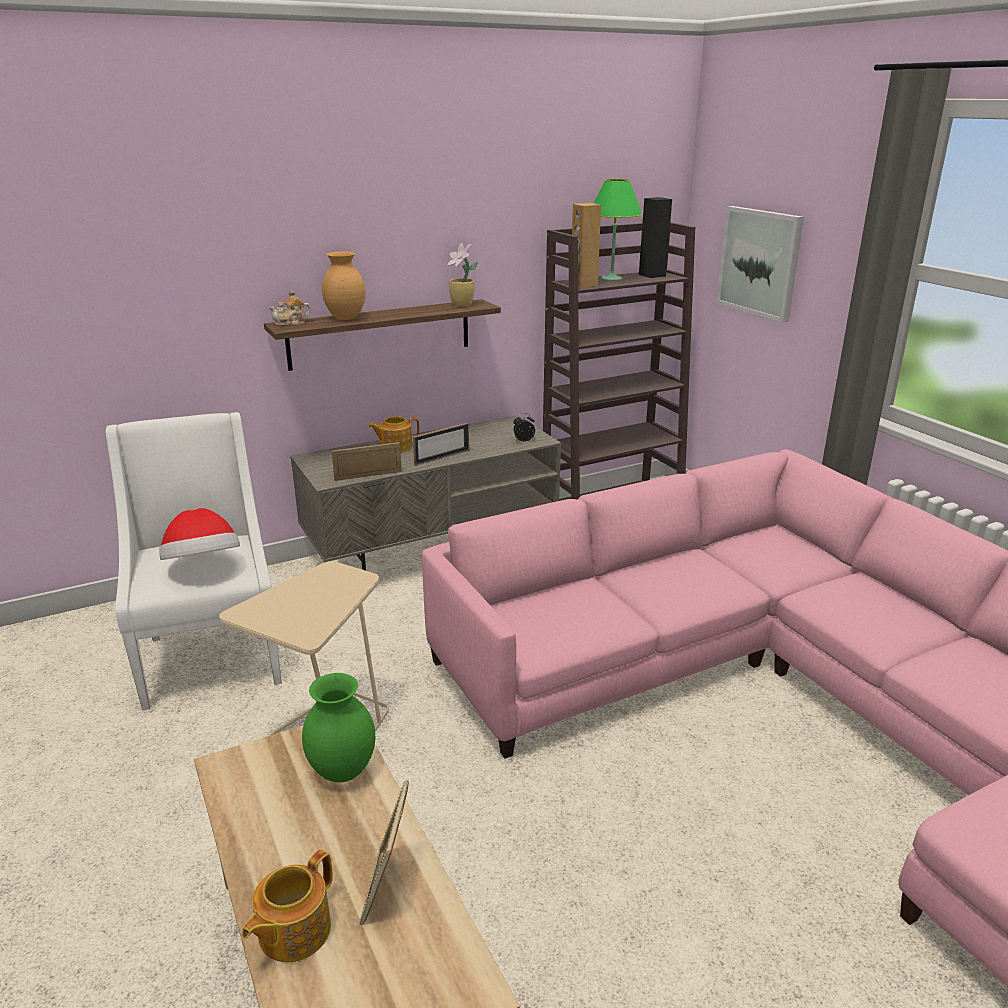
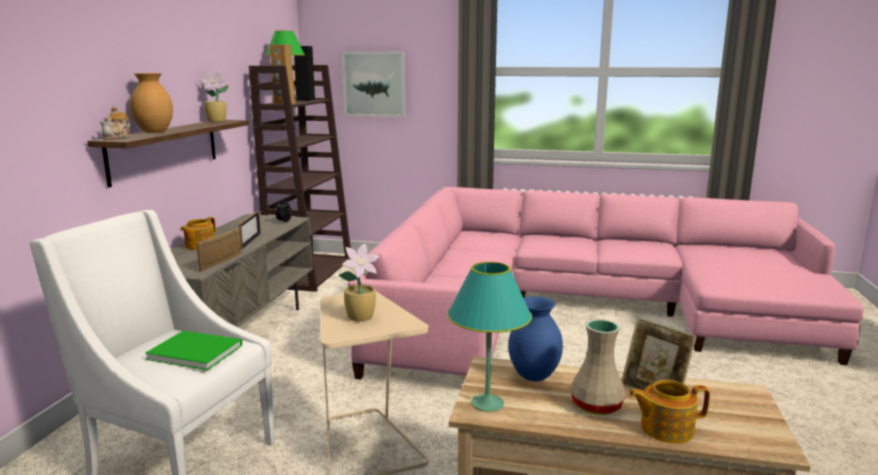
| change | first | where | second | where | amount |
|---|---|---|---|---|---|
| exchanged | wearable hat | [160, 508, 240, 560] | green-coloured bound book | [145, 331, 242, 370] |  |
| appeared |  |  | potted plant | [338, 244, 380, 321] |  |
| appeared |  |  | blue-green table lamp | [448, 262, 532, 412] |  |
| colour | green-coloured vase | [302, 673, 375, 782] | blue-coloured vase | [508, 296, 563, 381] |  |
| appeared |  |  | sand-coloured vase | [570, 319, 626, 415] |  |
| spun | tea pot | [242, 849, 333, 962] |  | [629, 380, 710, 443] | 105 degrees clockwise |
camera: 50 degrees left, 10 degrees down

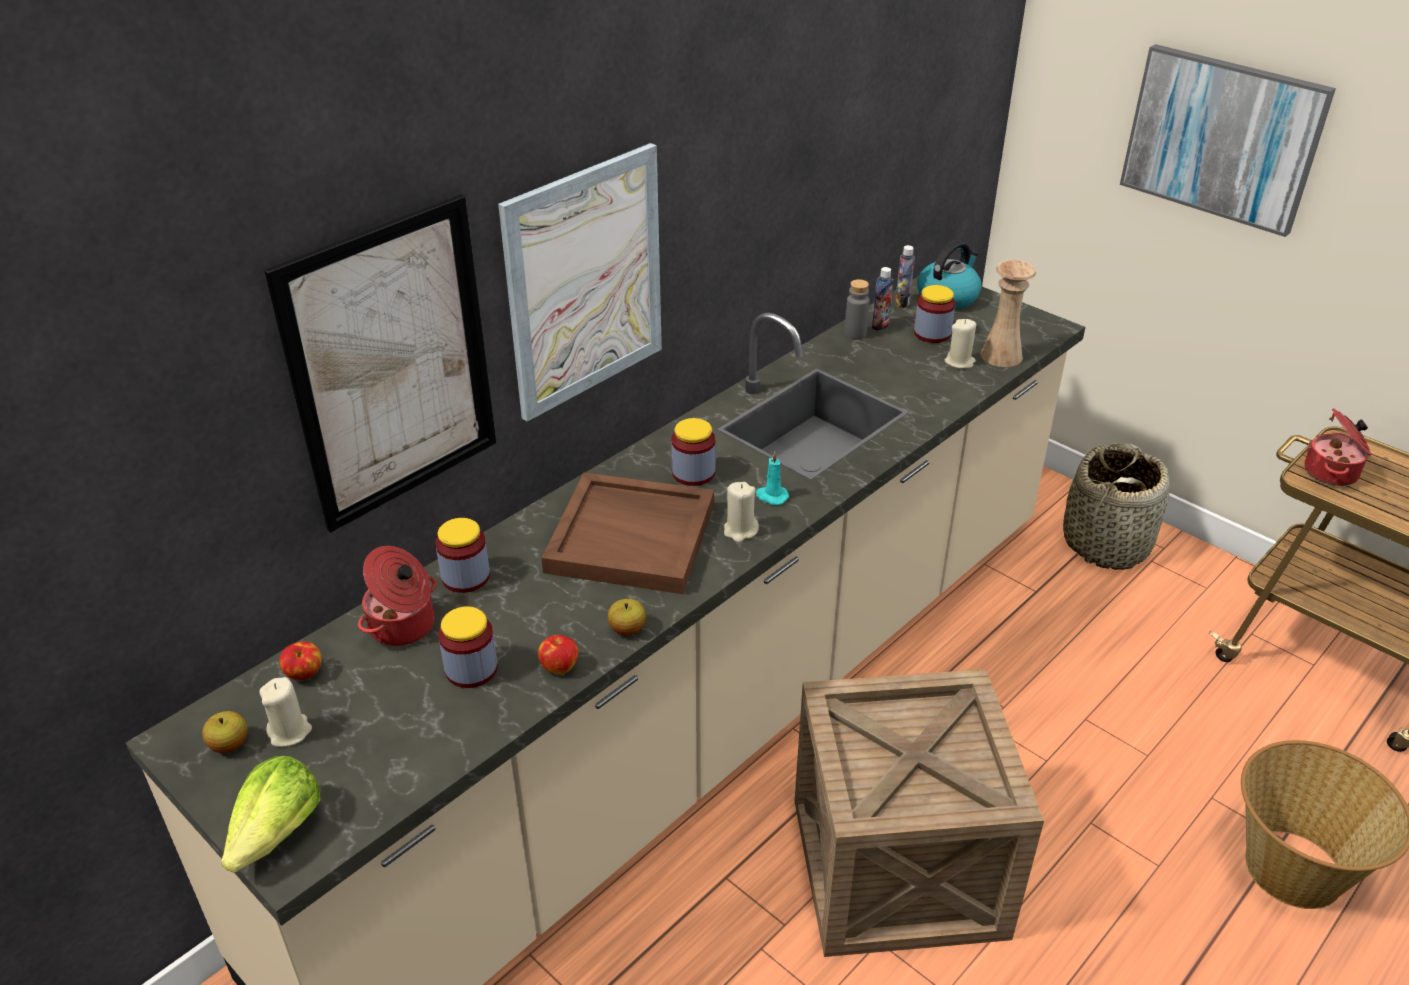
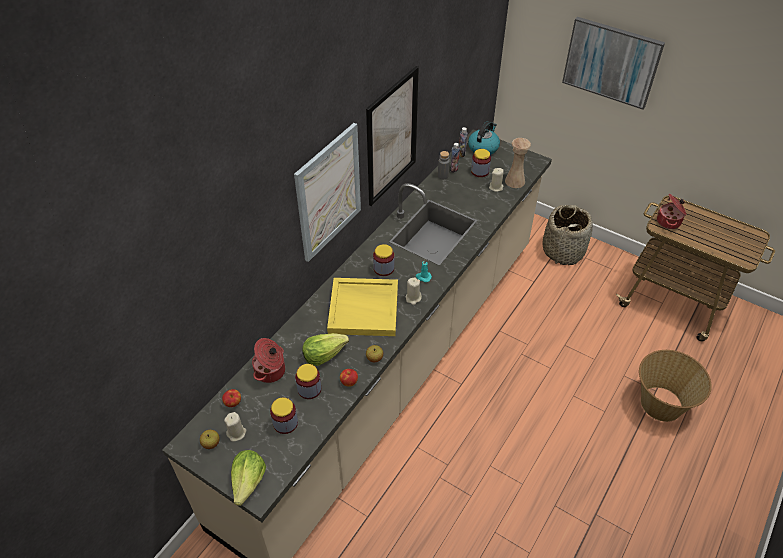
| change | first | where | second | where | amount |
|---|---|---|---|---|---|
| relocated | preserve jar | [436, 518, 490, 593] |  | [270, 397, 298, 434] |  |
| appeared |  |  | head of lettuce | [302, 333, 349, 366] |  |
| colour | brown tray | [542, 473, 714, 594] | yellowish tray | [327, 278, 398, 336] |  |
| relocated | wall art | [264, 194, 497, 533] |  | [366, 66, 419, 206] |  |
| missing | packing crate | [794, 669, 1044, 957] |  |  |  |
camera: 10 degrees left, 10 degrees up

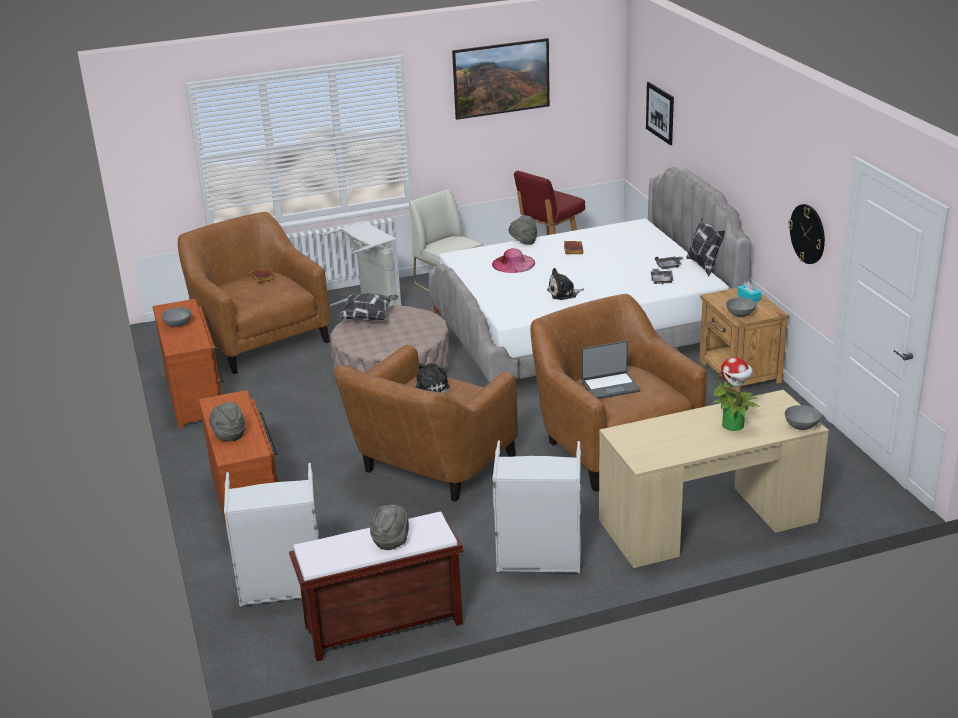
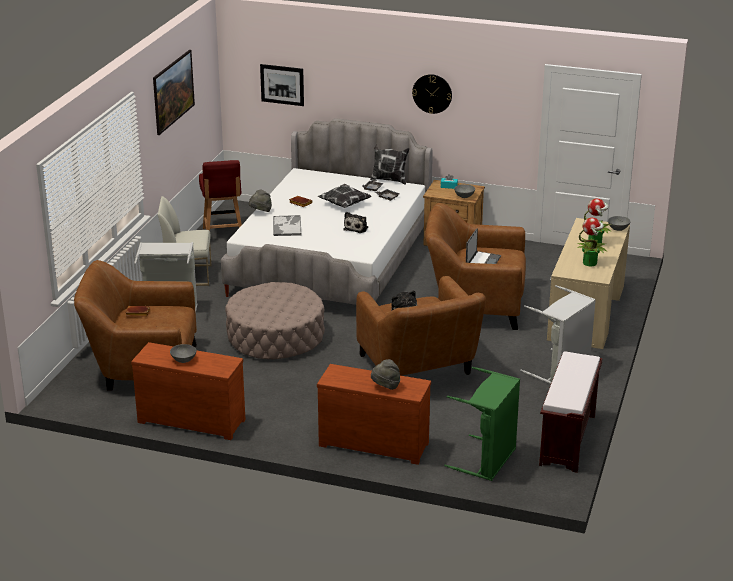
| change | first | where | second | where | amount |
|---|---|---|---|---|---|
| exchanged | pink-coloured wearable hat | [492, 248, 535, 273] | tray | [273, 215, 302, 236] |  |
| relocated | throw pillow | [336, 293, 398, 320] |  | [318, 184, 371, 208] |  |
| relocated | hanging clock | [788, 204, 825, 264] |  | [412, 74, 452, 114] |  |
| colour | greyish hamper | [224, 463, 319, 606] | green-coloured hamper | [444, 367, 520, 481] |  |
| appeared |  |  | potted plant | [577, 217, 606, 266] |  |
| missing | greyish wearable hat | [370, 504, 409, 550] |  |  |  |
camera: 55 degrees left, 0 degrees up

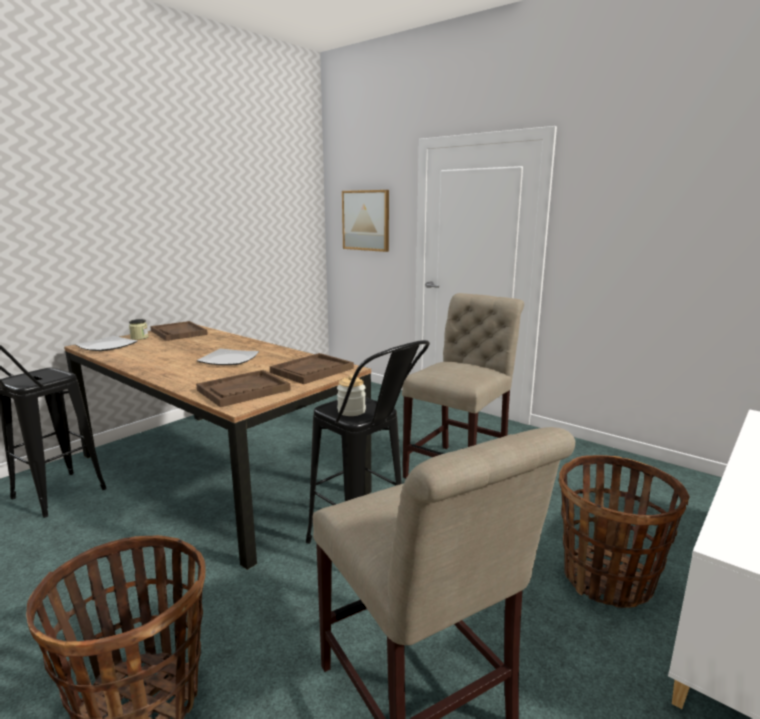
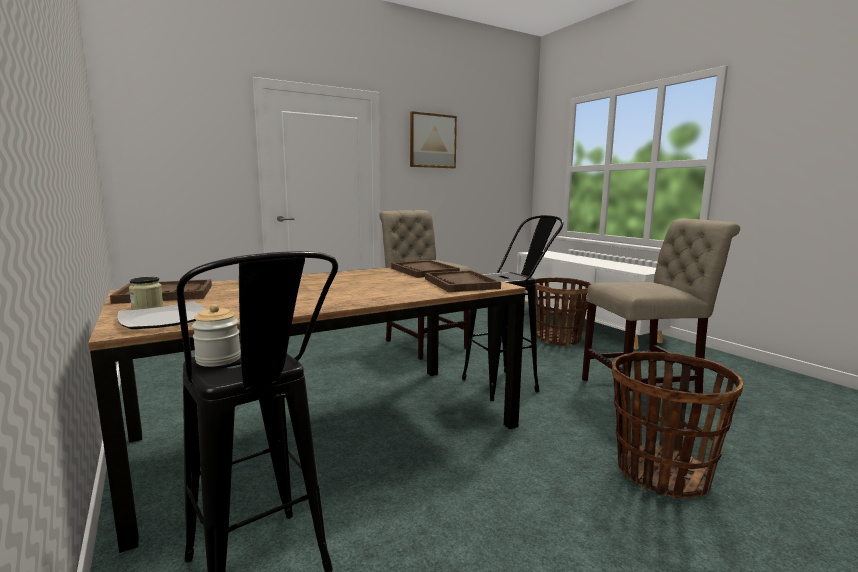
| change | first | where | second | where | amount |
|---|---|---|---|---|---|
| relocated | preserve jar | [337, 375, 366, 416] |  | [192, 304, 241, 367] |  |
| relocated | wall art | [342, 190, 389, 252] |  | [410, 111, 457, 168] |  |
| missing | dinner plate | [197, 349, 259, 365] |  |  |  |
camera: 70 degrees left, 5 degrees down

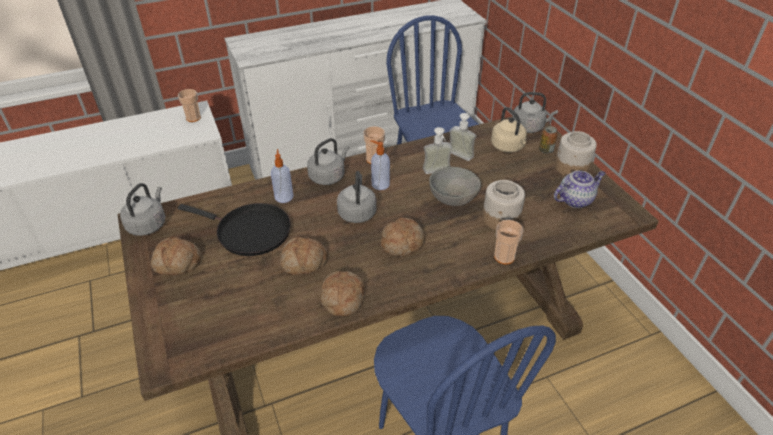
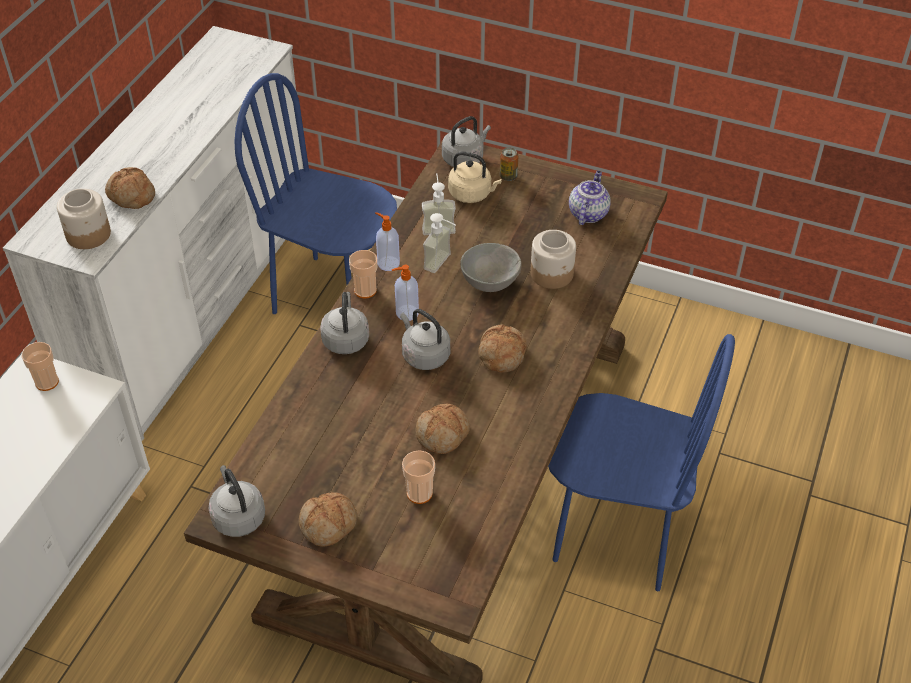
| change | first | where | second | where | amount |
|---|---|---|---|---|---|
| relocated | preserve jar | [555, 131, 597, 176] |  | [57, 189, 111, 249] |  |
| relocated | bakery bread | [321, 271, 365, 316] |  | [105, 167, 155, 209] |  |
| relocated | liquid soap bottle | [271, 149, 293, 203] |  | [375, 212, 400, 271] |  |
| relocated | cup | [494, 220, 523, 265] |  | [402, 450, 435, 504] |  |
| missing | black frying pan | [178, 203, 291, 256] |  |  |  |
camera: 45 degrees left, 5 degrees up

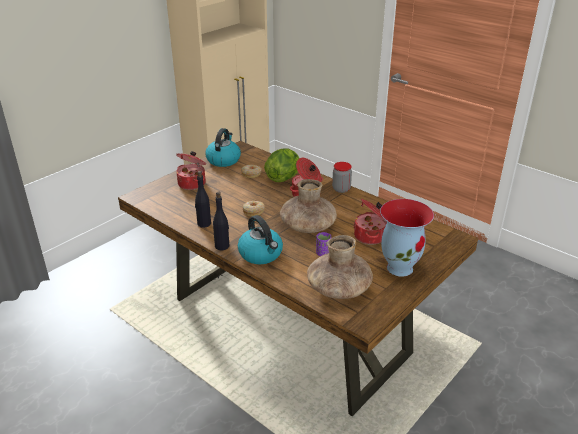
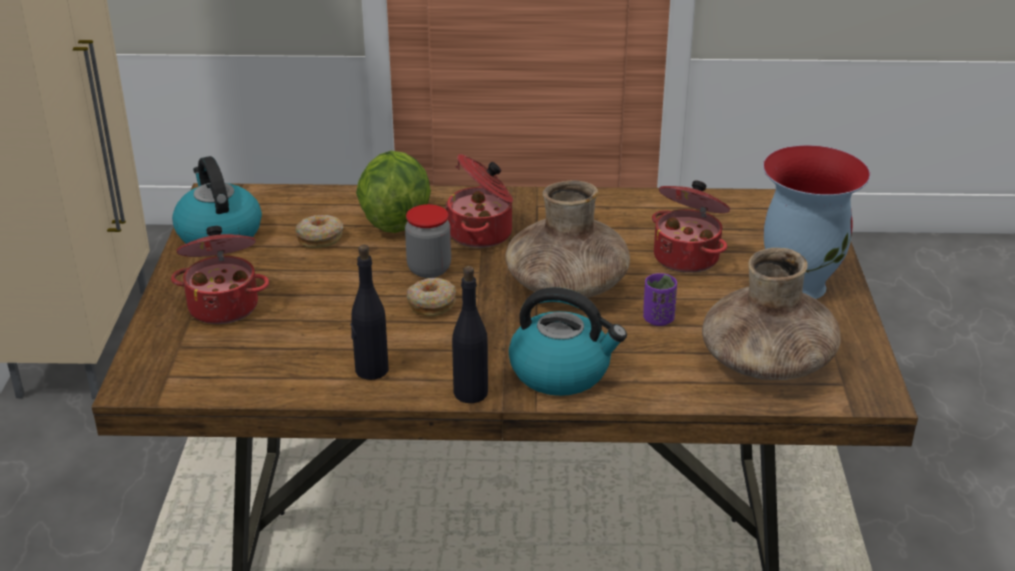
| change | first | where | second | where | amount |
|---|---|---|---|---|---|
| relocated | preserve jar | [332, 162, 352, 193] |  | [405, 204, 451, 278] |  |
camera: 40 degrees left, 0 degrees up

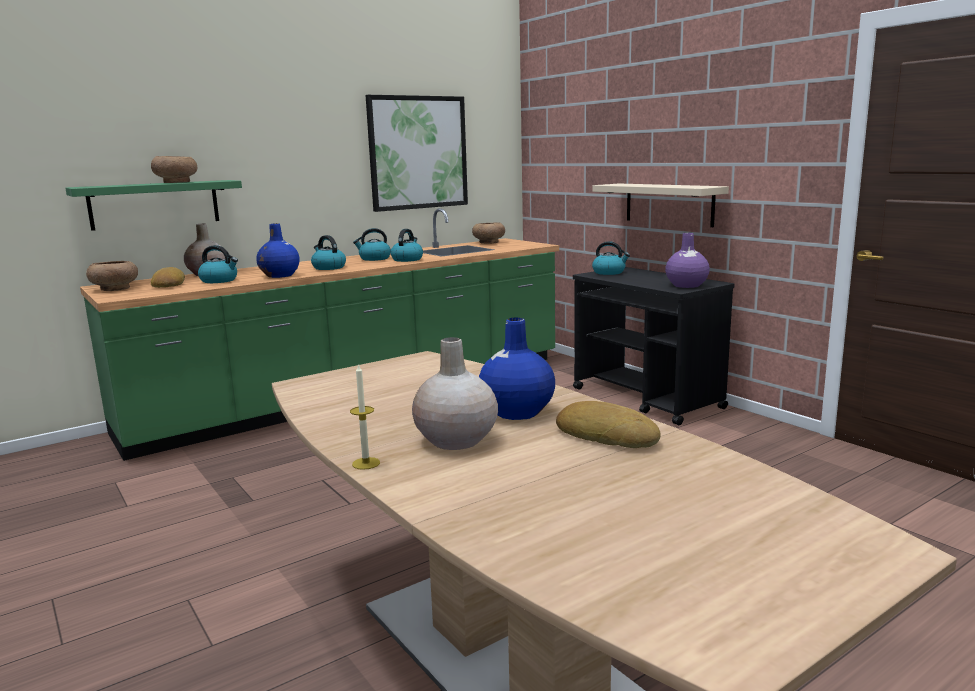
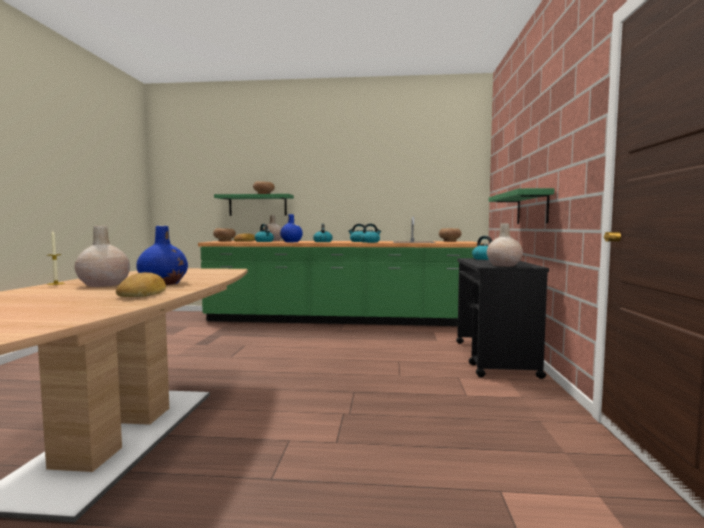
| change | first | where | second | where | amount |
|---|---|---|---|---|---|
| colour | purple vase | [665, 233, 710, 288] | sand-coloured vase | [487, 223, 523, 267] |  |
| colour | sand-coloured shelf | [593, 184, 729, 227] | green-coloured shelf | [489, 188, 554, 224] |  |
| missing | wall art | [366, 95, 468, 212] |  |  |  |
camera: 40 degrees right, 10 degrees down

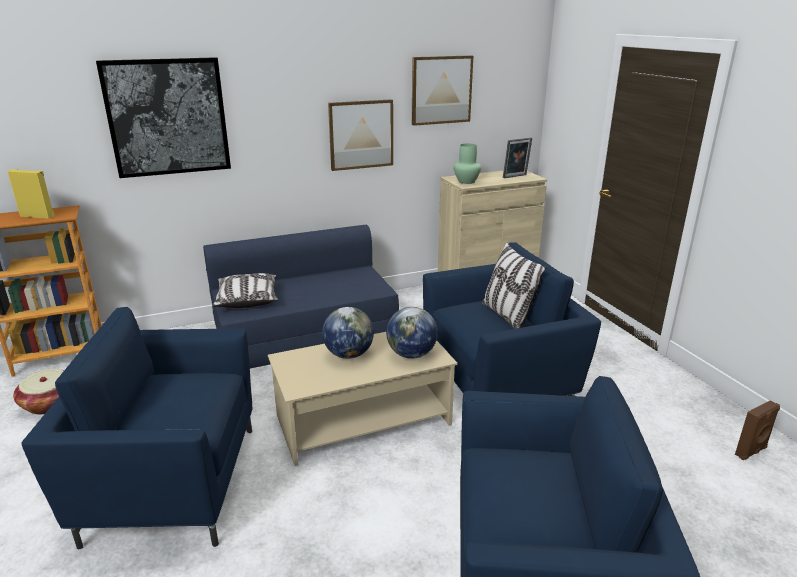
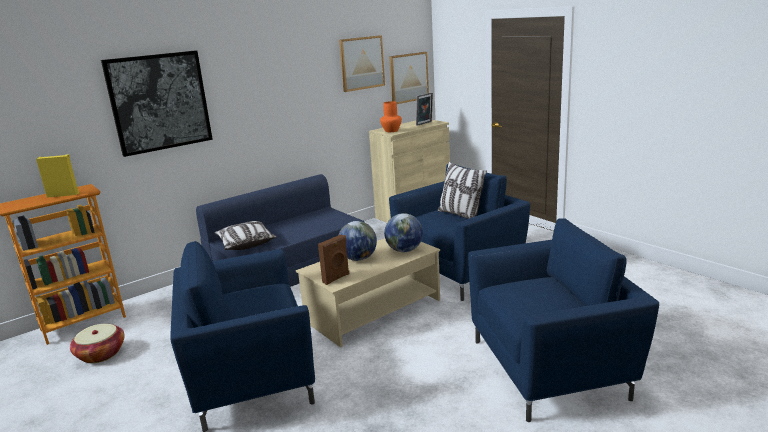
| change | first | where | second | where | amount |
|---|---|---|---|---|---|
| relocated | brown audio speaker | [735, 401, 780, 460] |  | [318, 234, 349, 285] |  |
| colour | green-coloured vase | [454, 144, 481, 184] | orange-coloured vase | [380, 101, 402, 132] |  |
| relocated | wall art | [328, 99, 393, 171] |  | [389, 52, 429, 104] |  |
camera: 15 degrees left, 5 degrees down

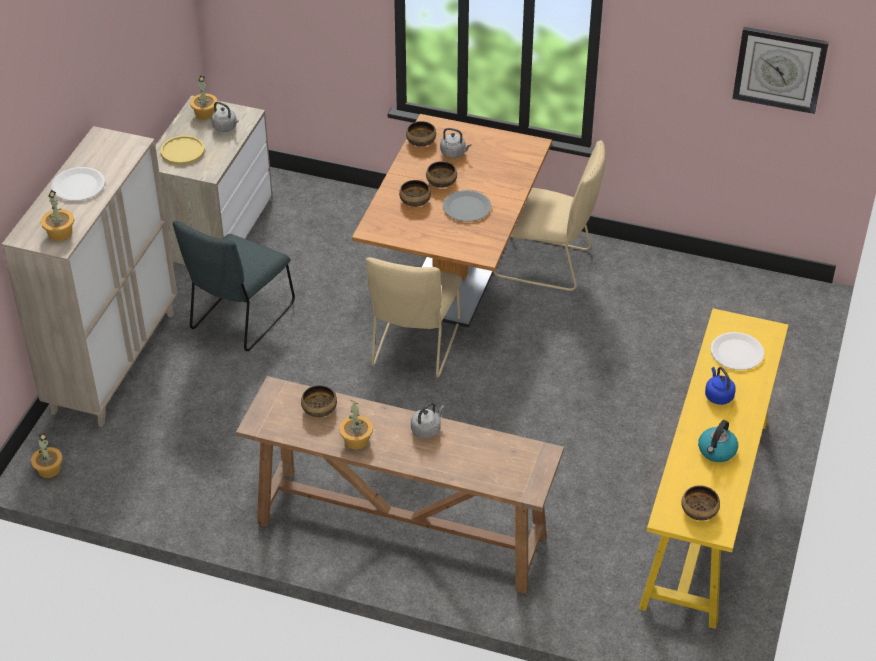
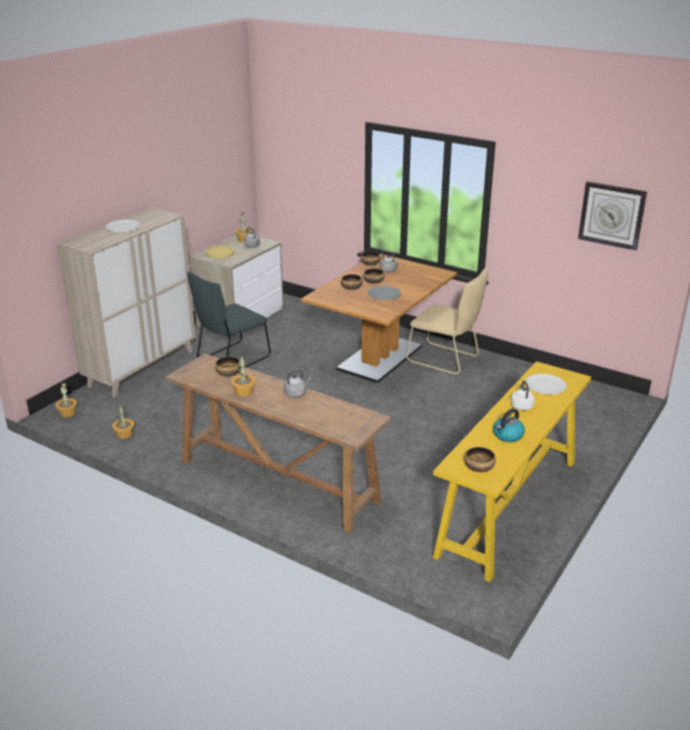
| change | first | where | second | where | amount |
|---|---|---|---|---|---|
| relocated | potted plant | [41, 190, 74, 241] |  | [112, 403, 134, 439] |  |
| colour | blue-coloured tea kettle | [705, 367, 736, 405] | white-coloured tea kettle | [511, 380, 535, 411] |  |
| missing | sand-coloured plain chair | [366, 257, 462, 377] |  |  |  |
camera: 15 degrees right, 15 degrees down

